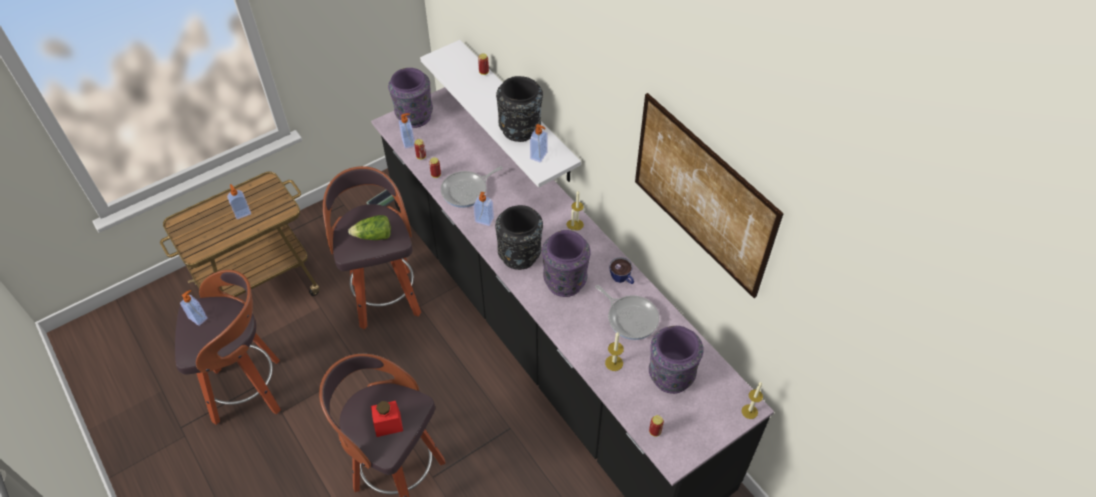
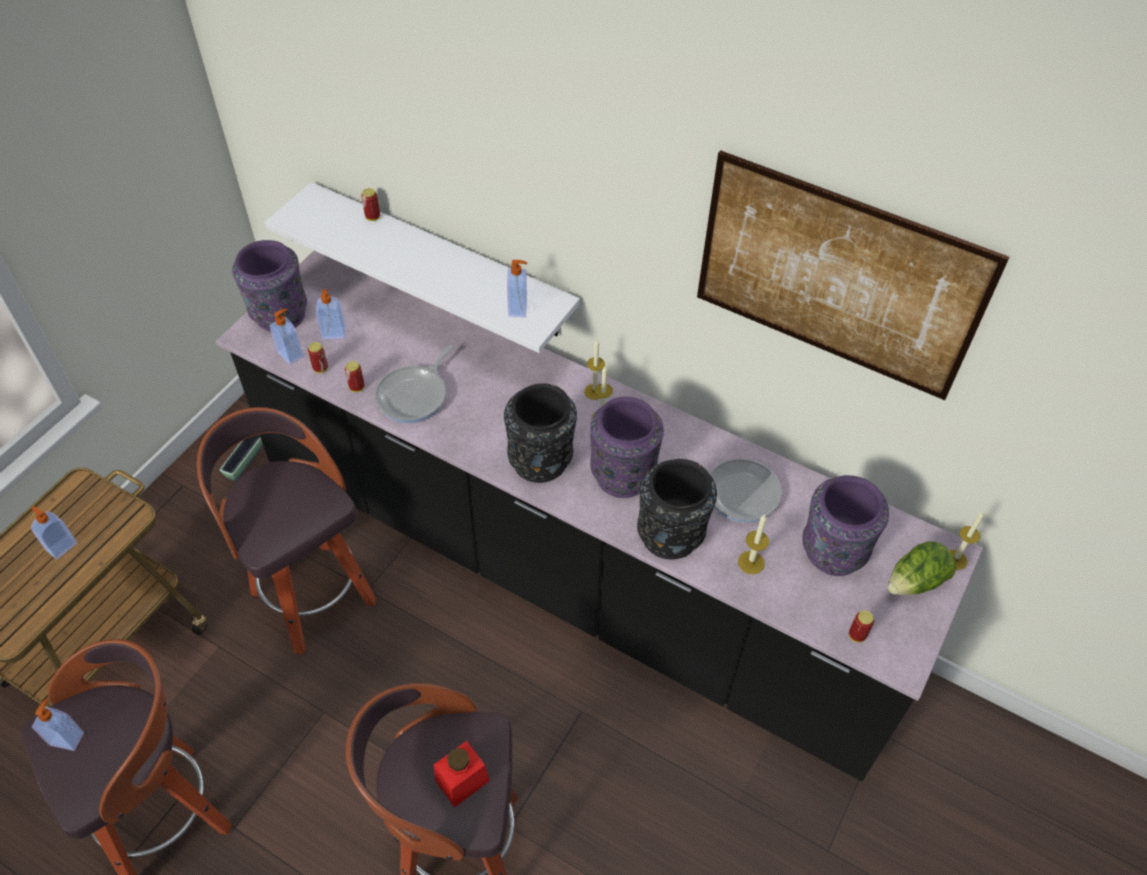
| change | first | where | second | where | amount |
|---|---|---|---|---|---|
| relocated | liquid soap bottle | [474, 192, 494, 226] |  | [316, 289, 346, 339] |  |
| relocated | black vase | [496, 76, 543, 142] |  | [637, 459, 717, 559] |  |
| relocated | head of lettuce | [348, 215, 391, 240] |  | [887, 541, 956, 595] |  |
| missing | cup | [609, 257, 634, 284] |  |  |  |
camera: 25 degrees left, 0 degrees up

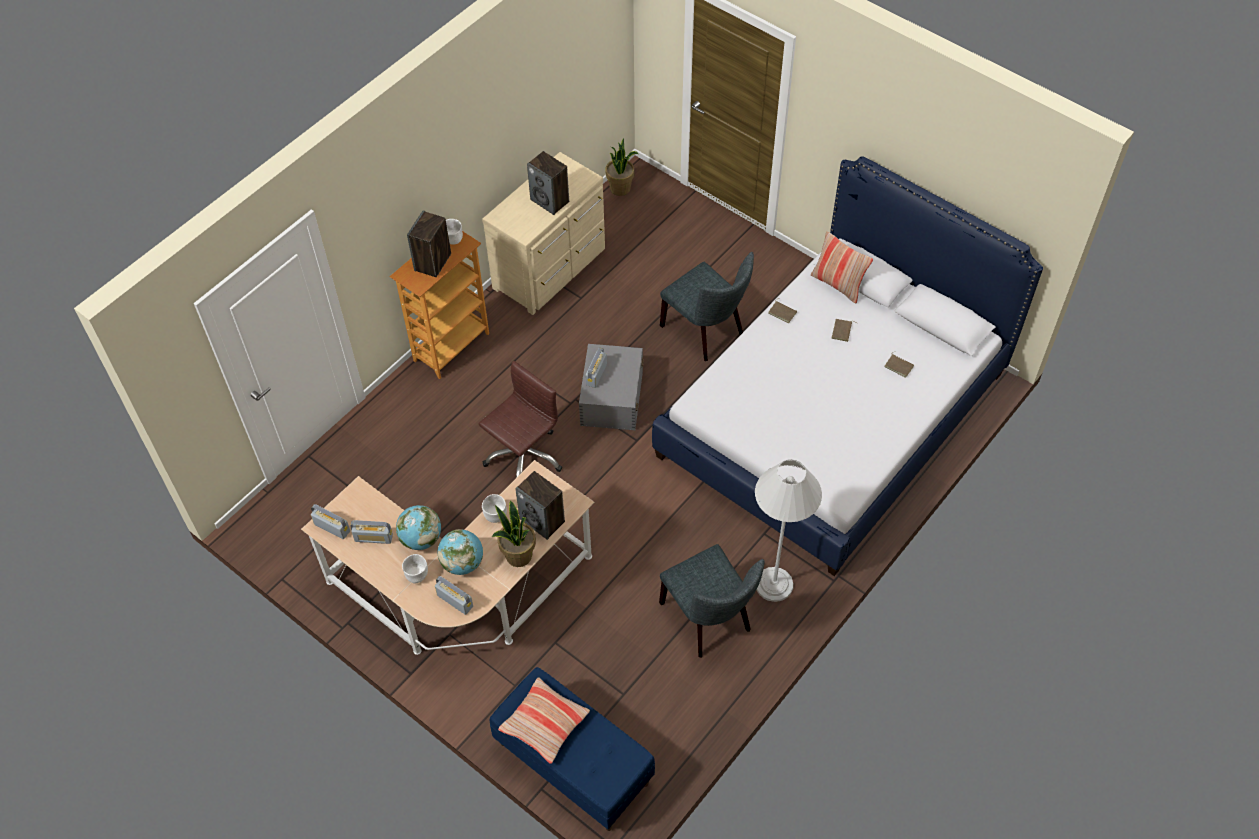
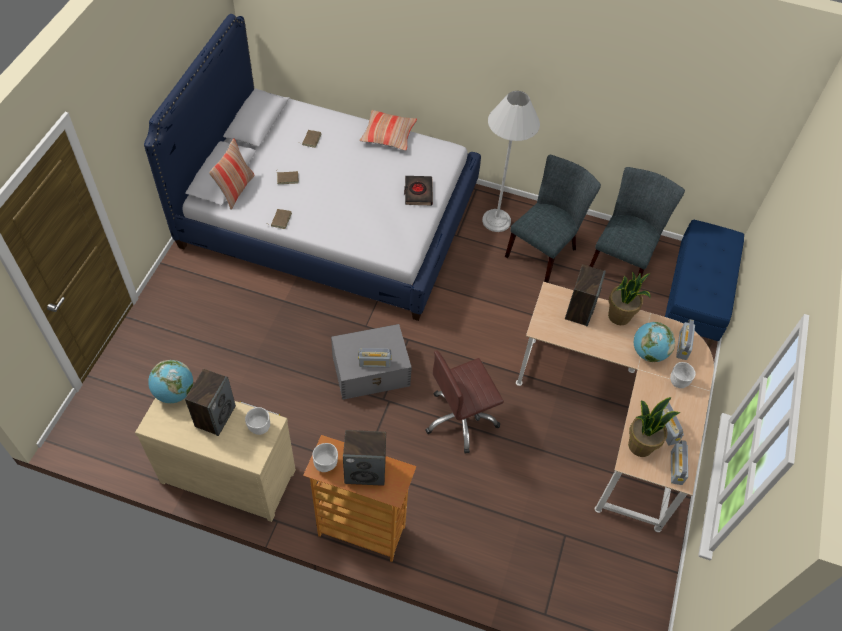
| change | first | where | second | where | amount |
|---|---|---|---|---|---|
| relocated | globe | [396, 505, 441, 550] |  | [148, 360, 193, 403] |  |
| relocated | white-coloured deep dish | [482, 494, 507, 523] |  | [245, 407, 270, 435] |  |
| relocated | throw pillow | [498, 677, 590, 764] |  | [359, 110, 417, 151] |  |
| appeared |  |  | black bound book | [404, 176, 433, 206] |  |
| spun | brown office chair | [479, 361, 562, 478] |  | [425, 351, 504, 454] | 45 degrees counterclockwise |
| relocated | greyish plain chair | [660, 252, 754, 361] |  | [590, 167, 685, 278] |  |
| relocated | potted plant | [606, 138, 638, 196] |  | [628, 397, 680, 457] |  |
camera: 115 degrees left, 0 degrees up

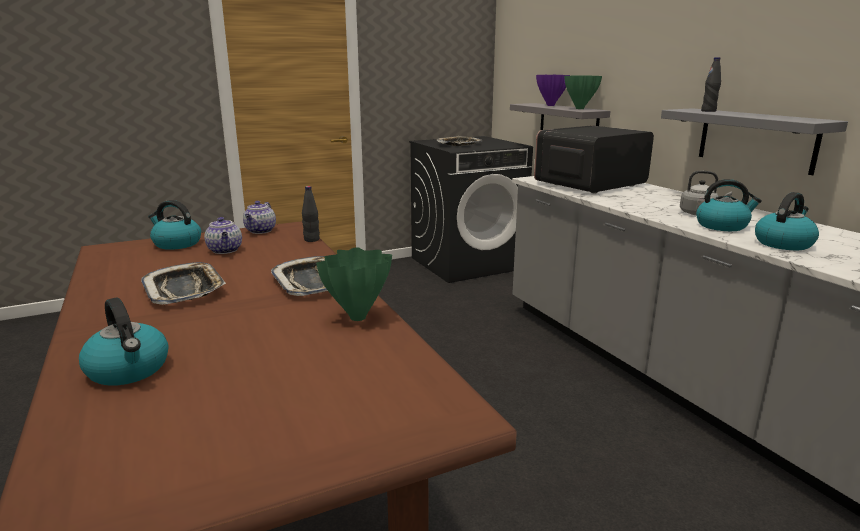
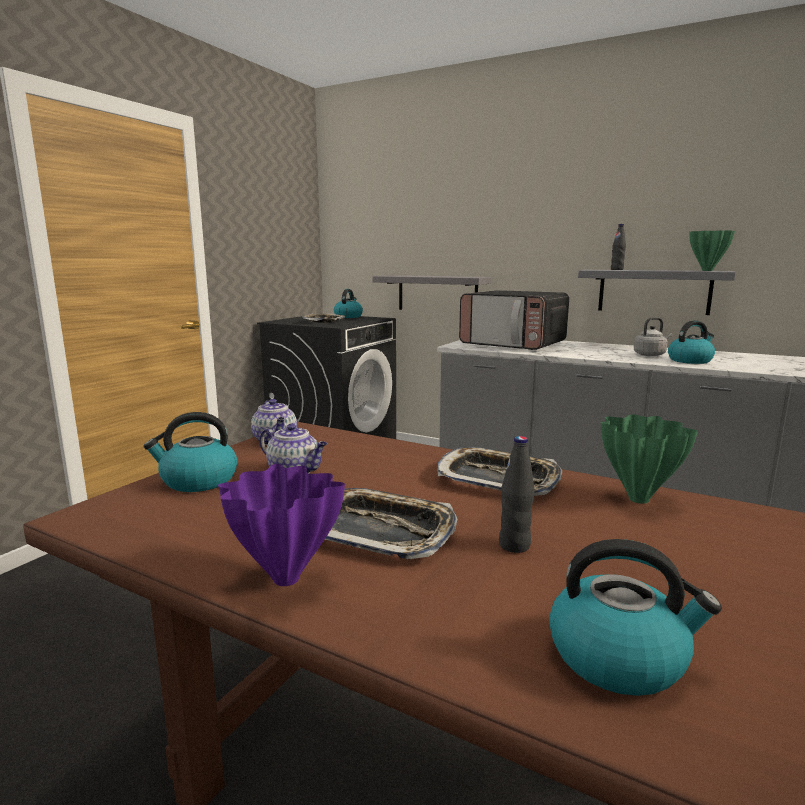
| change | first | where | second | where | amount |
|---|---|---|---|---|---|
| relocated | purple vase | [536, 75, 570, 106] |  | [218, 464, 345, 586] |  |
| relocated | tea kettle | [755, 192, 819, 250] |  | [334, 289, 363, 318] |  |
| spun | microwave | [534, 125, 654, 193] |  | [459, 290, 569, 350] | 75 degrees counterclockwise |
| relocated | black beverage bottle | [302, 186, 320, 242] |  | [499, 436, 535, 553] |  |
| relocated | green-coloured vase | [564, 75, 602, 109] |  | [689, 230, 735, 271] |  |
camera: 35 degrees left, 5 degrees down

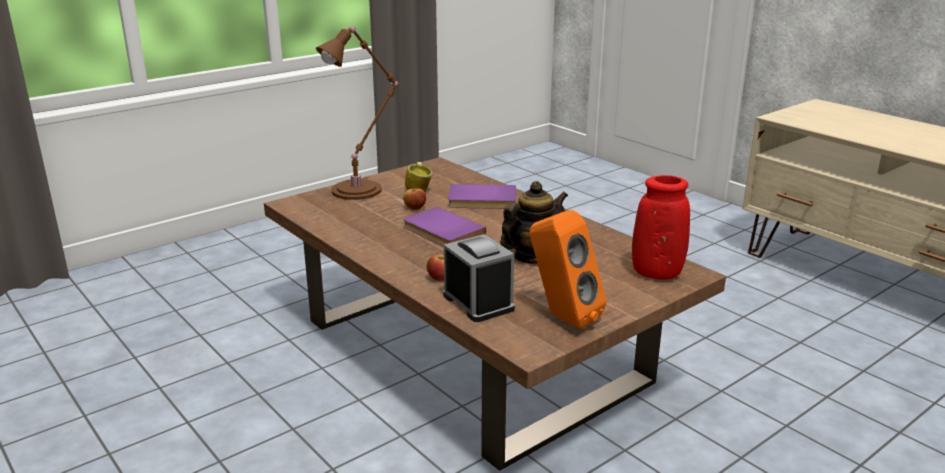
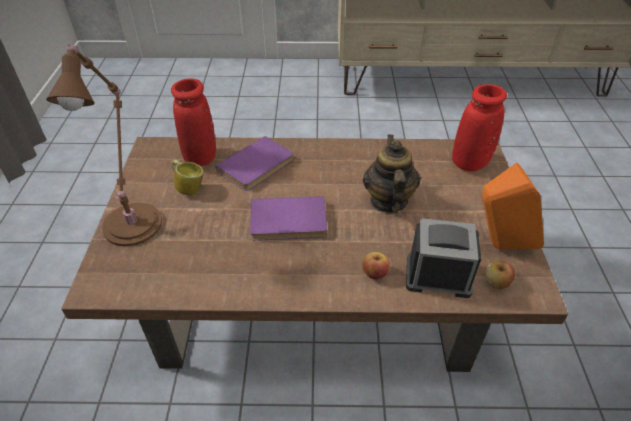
| change | first | where | second | where | amount |
|---|---|---|---|---|---|
| appeared |  |  | reddish vase | [171, 78, 216, 166] |  |
| relocated | apple fruit | [403, 188, 426, 210] |  | [485, 261, 515, 289] |  |
camera: 50 degrees left, 20 degrees up

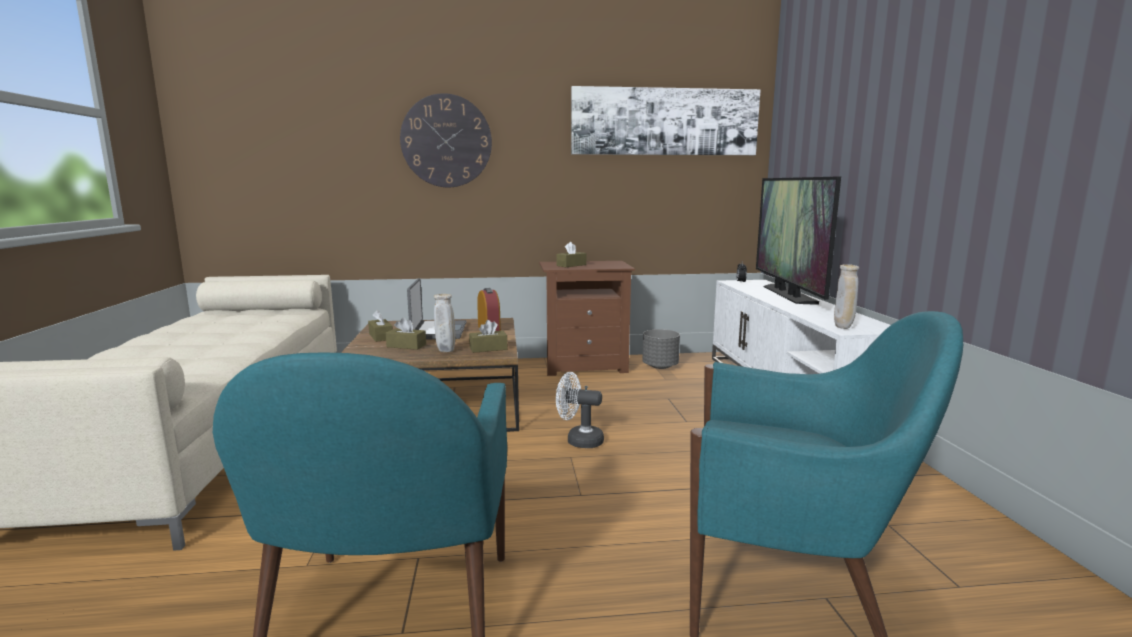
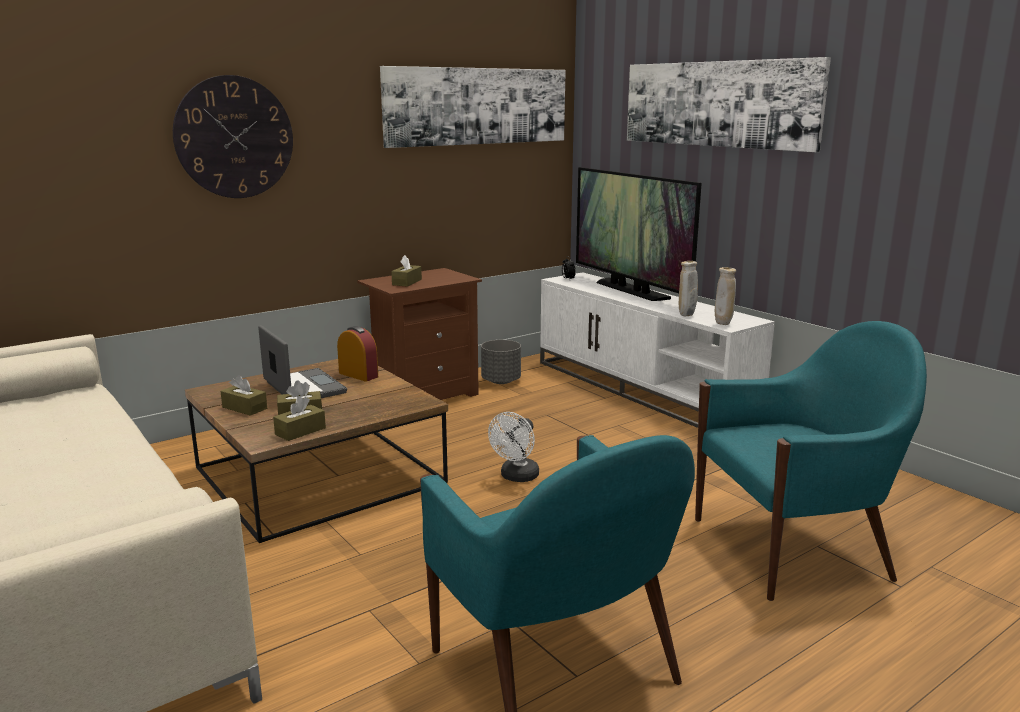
| change | first | where | second | where | amount |
|---|---|---|---|---|---|
| relocated | brown tissue box | [469, 320, 507, 353] |  | [273, 396, 326, 441] |  |
| spun | white-coloured cooling fan | [556, 372, 604, 448] |  | [488, 412, 539, 482] | 45 degrees counterclockwise |
| appeared |  |  | wall art | [627, 57, 831, 152] |  |
| relocated | sand-coloured vase | [434, 294, 456, 352] |  | [679, 261, 698, 316] |  |
camera: 30 degrees left, 5 degrees up

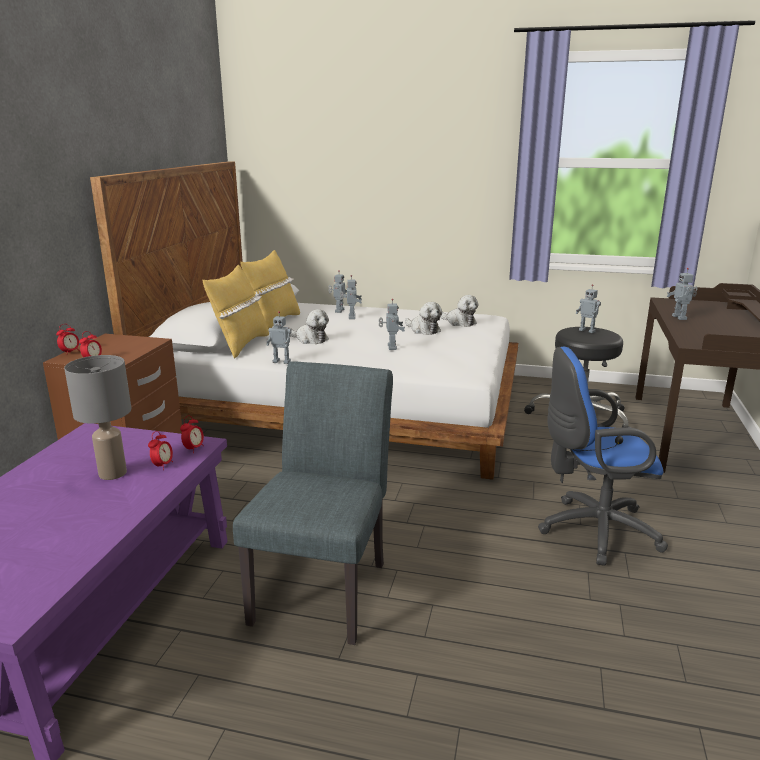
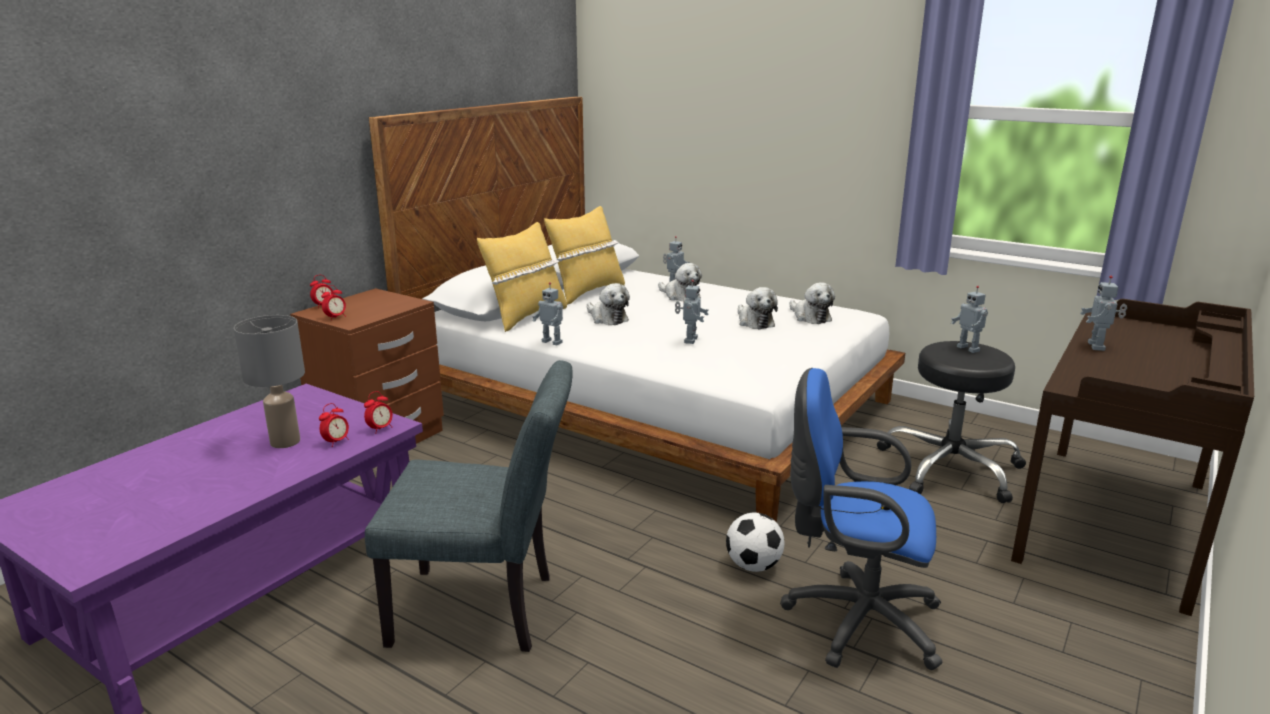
| change | first | where | second | where | amount |
|---|---|---|---|---|---|
| spun | greyish plain chair | [233, 361, 393, 645] |  | [365, 360, 573, 652] | 60 degrees clockwise |
| exchanged | model robot | [340, 275, 362, 319] | soft toy | [658, 263, 702, 302] |  |
| appeared |  |  | ball for football | [726, 512, 784, 572] |  |
camera: 20 degrees right, 0 degrees up

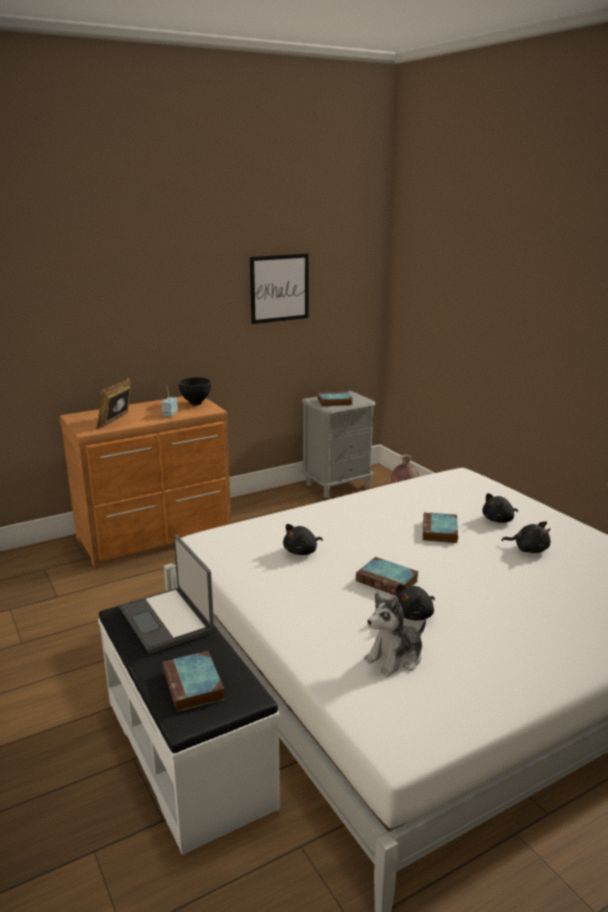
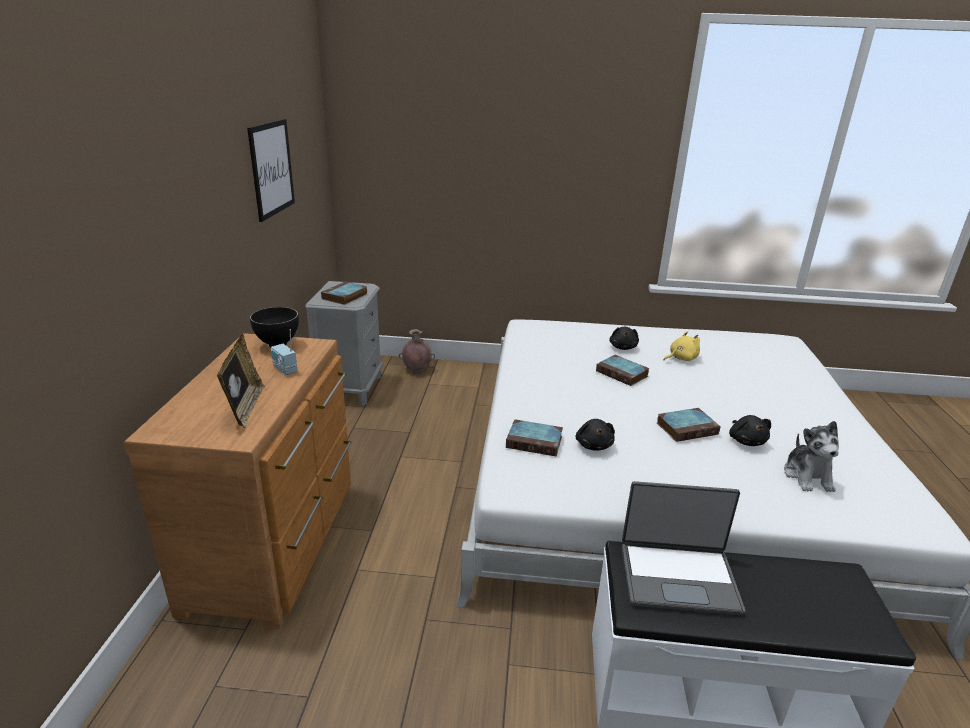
| change | first | where | second | where | amount |
|---|---|---|---|---|---|
| spun | picture frame | [96, 378, 131, 429] |  | [217, 334, 265, 428] | 150 degrees counterclockwise |
| relocated | bound book | [163, 651, 225, 712] |  | [506, 419, 563, 456] |  |
| colour | black soft toy | [501, 521, 551, 553] | yellowish soft toy | [664, 331, 700, 361] |  |
camera: 55 degrees left, 5 degrees up

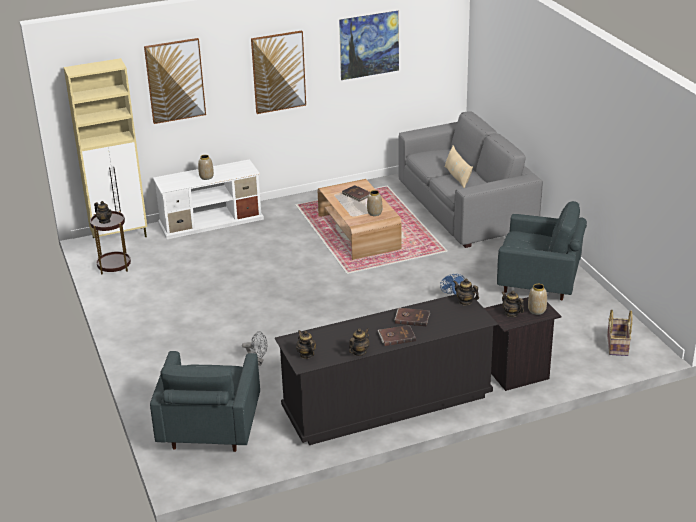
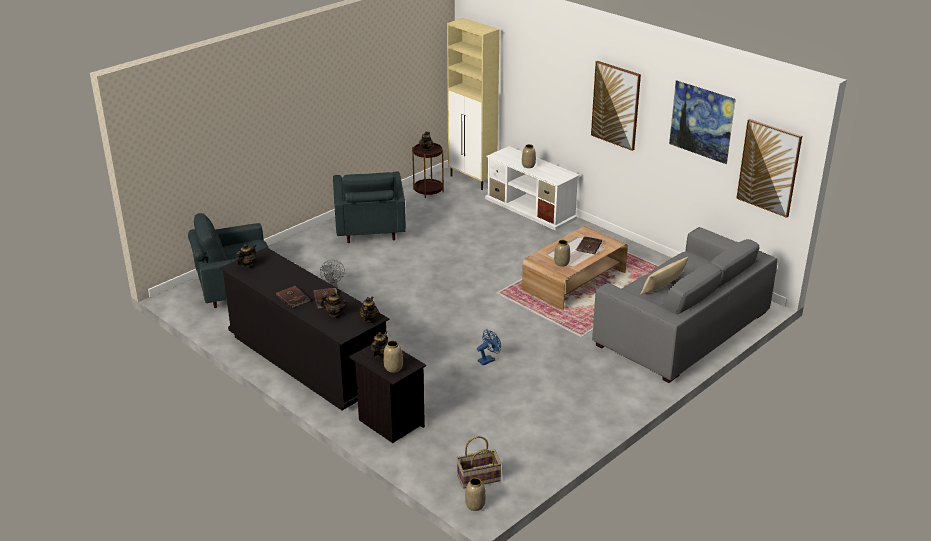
| change | first | where | second | where | amount |
|---|---|---|---|---|---|
| relocated | tea pot | [349, 328, 369, 356] |  | [320, 292, 348, 318] |  |
| relocated | greyish easy chair | [497, 201, 587, 300] |  | [333, 172, 406, 243] |  |
| appeared |  |  | vase | [465, 478, 486, 511] |  |
| relocated | wall art | [144, 38, 206, 124] |  | [736, 119, 802, 218] |  |
camera: 65 degrees right, 0 degrees up

